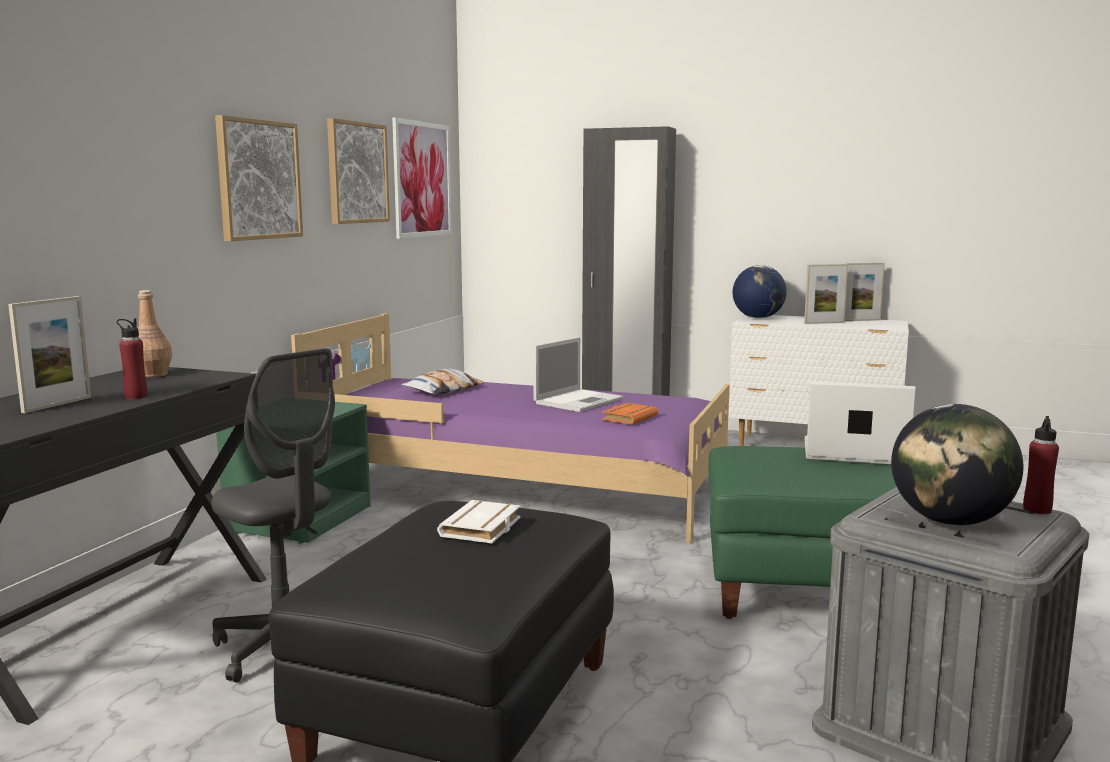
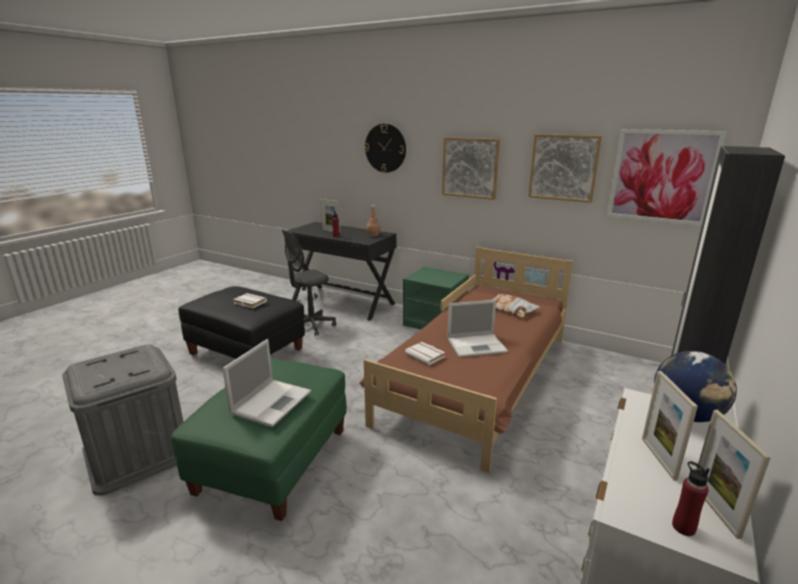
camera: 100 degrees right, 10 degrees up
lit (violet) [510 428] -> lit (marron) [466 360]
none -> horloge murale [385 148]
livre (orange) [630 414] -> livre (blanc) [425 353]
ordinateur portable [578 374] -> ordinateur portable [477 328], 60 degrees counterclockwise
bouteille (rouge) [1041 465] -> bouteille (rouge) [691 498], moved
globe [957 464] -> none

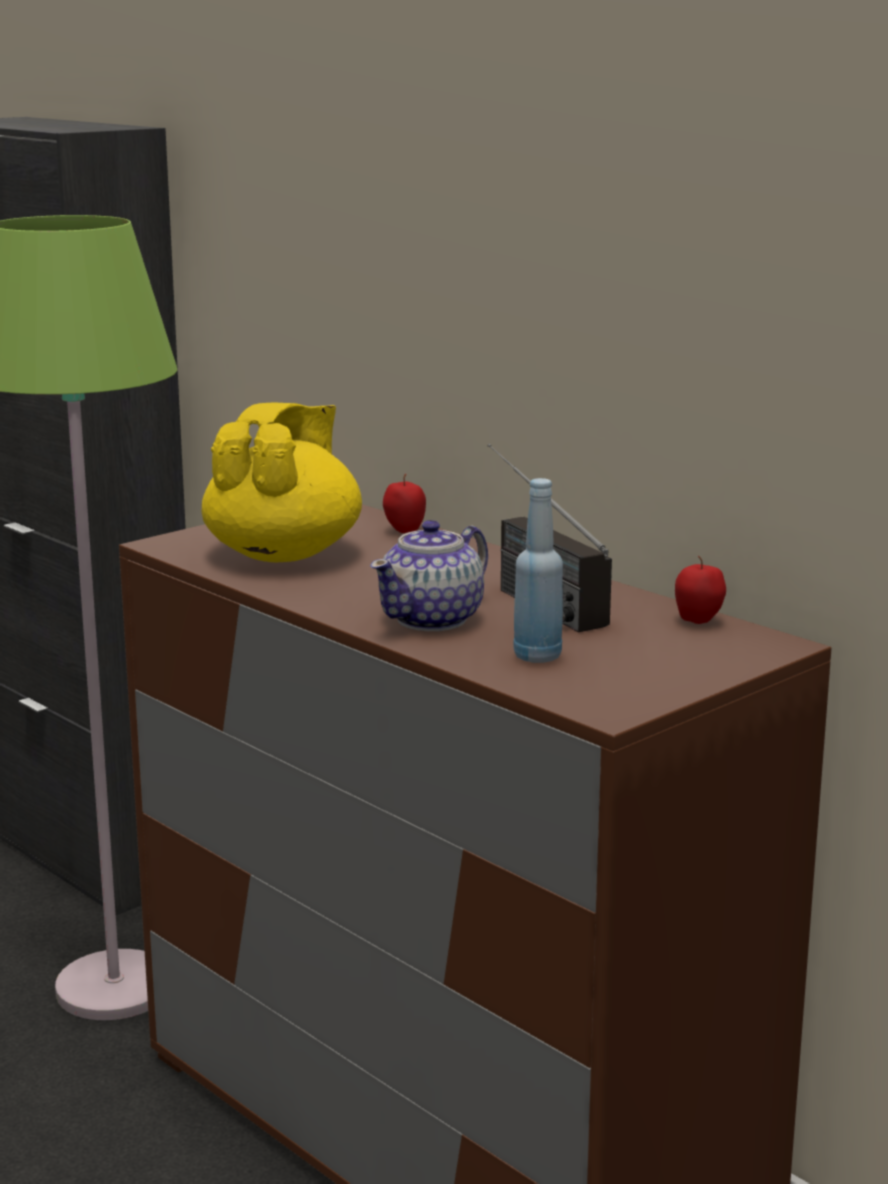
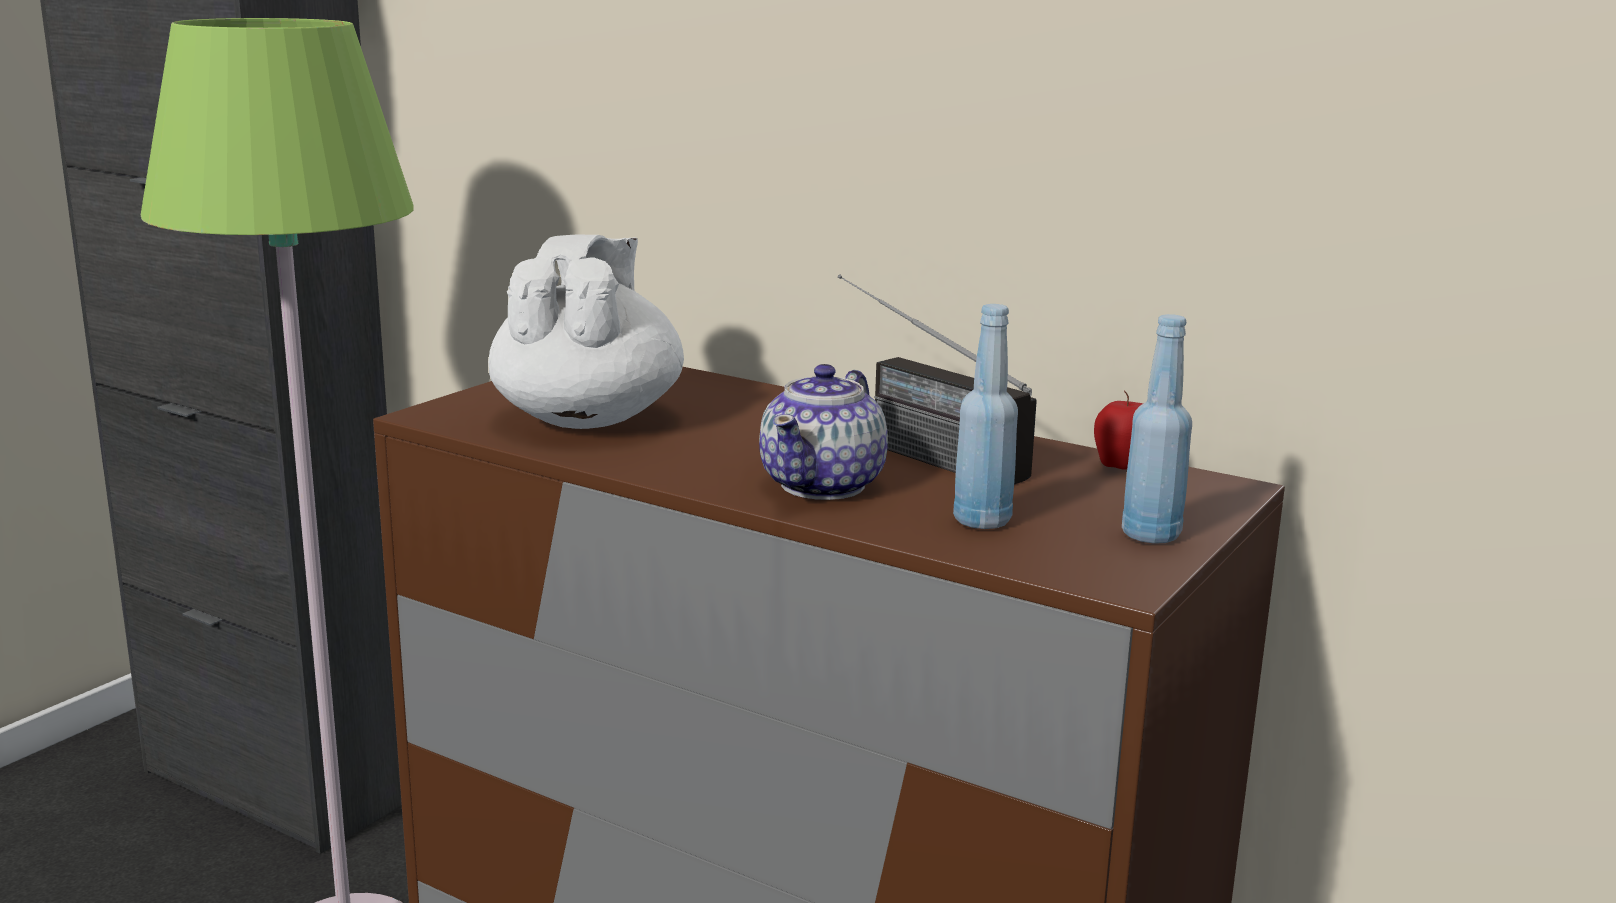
camera: 15 degrees left, 0 degrees up
théière (jaune) [281 482] -> théière (blanc) [586 331]
none -> bouteille (bleu) [1157 429]
pomme [404 503] -> none

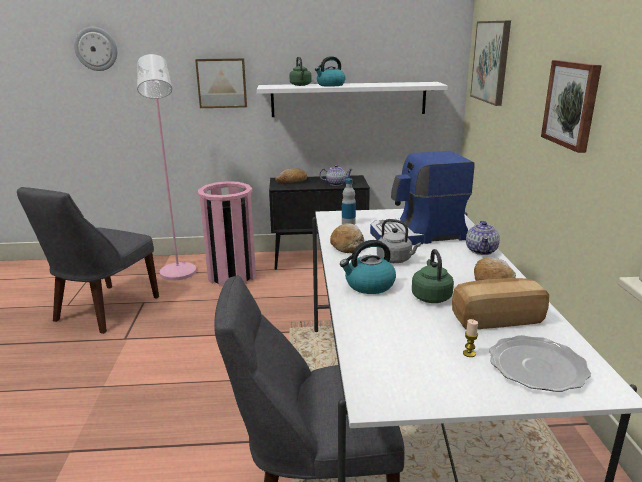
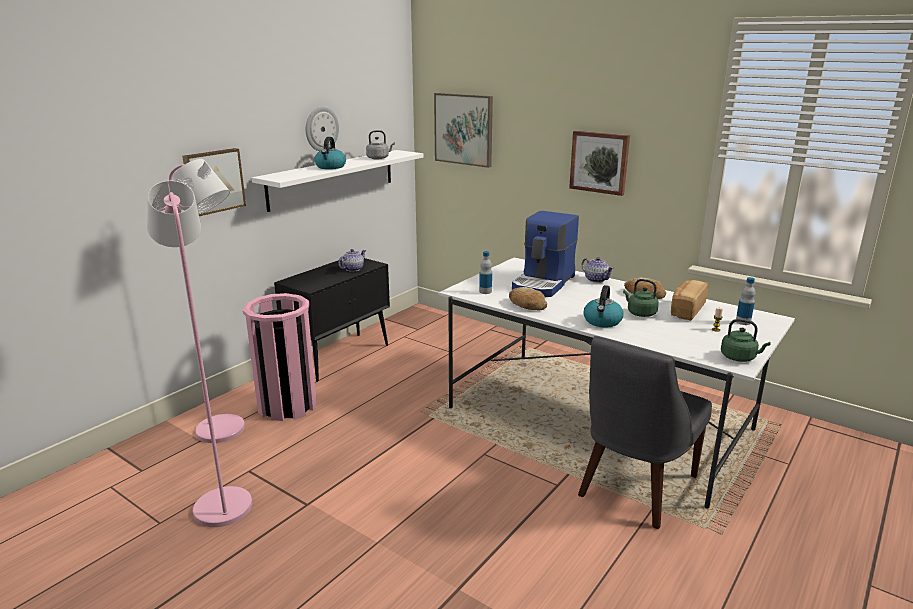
camera: 50 degrees left, 0 degrees up
chaise (gris) [88 260] -> lampadaire (rose) [199 354]
horloge murale [95 49] -> horloge murale [322 128], moved
bouilloire (gris) [399 241] -> bouilloire (gris) [380 144], moved
bouilloire (vert) [300 71] -> bouilloire (vert) [746 340], moved
assiette [540 363] -> bouteille [745 301]
pain [291 175] -> none

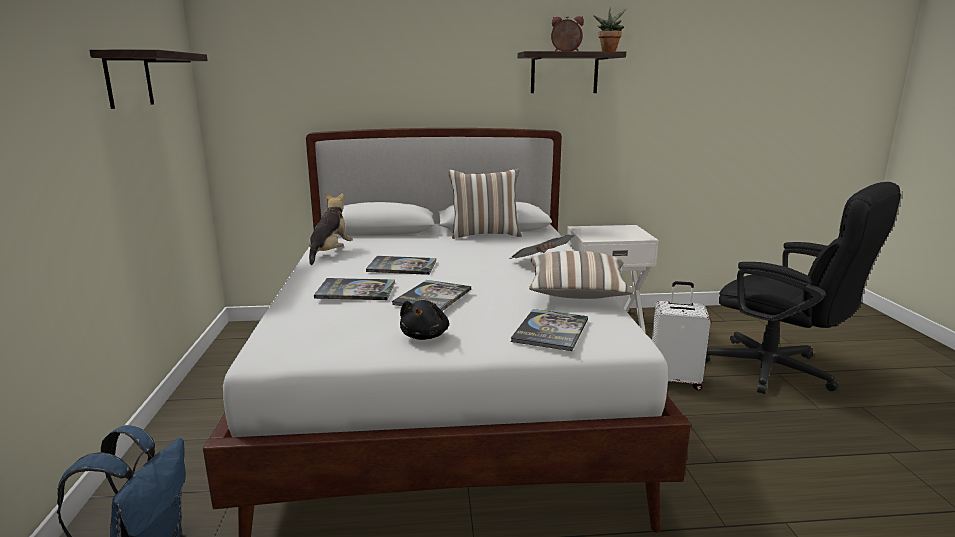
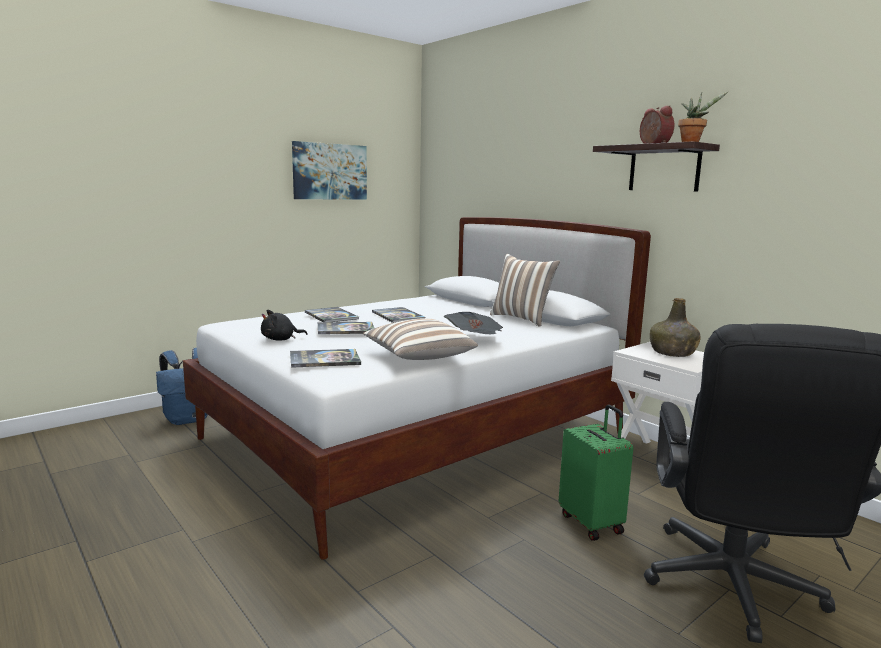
camera: 55 degrees right, 5 degrees down
étagère [148 79] -> tableau [329 170]
valise (blanc) [681 336] -> valise (vert) [596 472]
none -> bouteille (vert) [675 327]
peluche [331 229] -> none

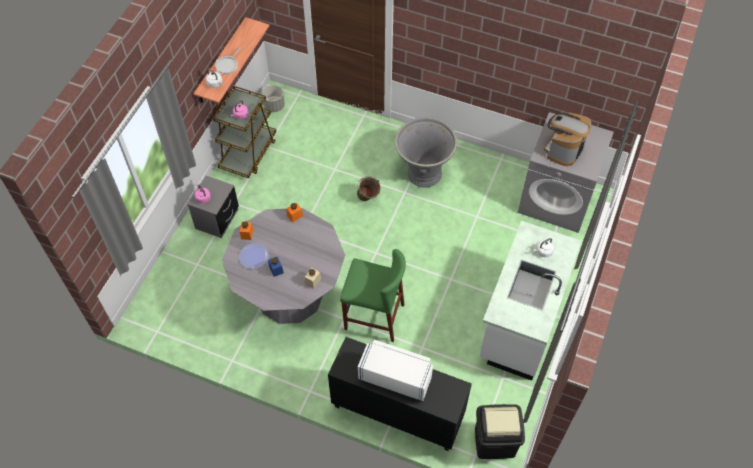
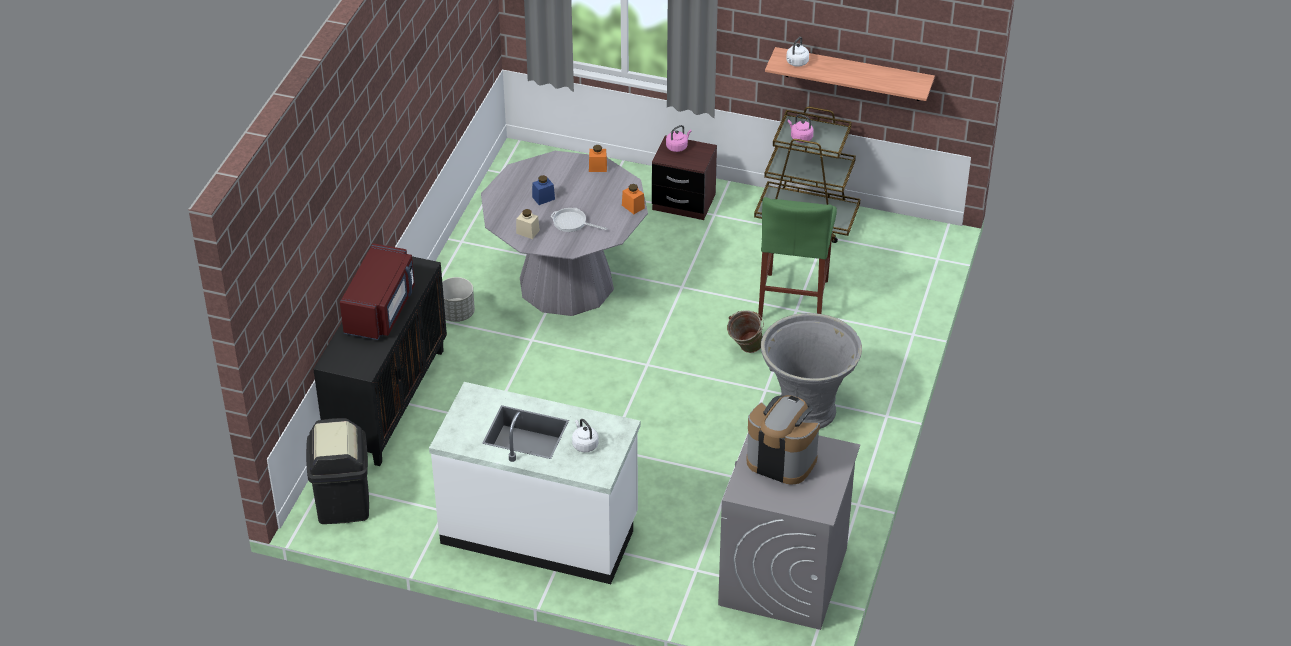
camera: 85 degrees right, 15 degrees down
micro-ondes (blanc) [395 371] -> micro-ondes (rouge) [377 291]
cache-pot (gris) [273 98] -> cache-pot (gris) [458 299], moved
poêle [228 60] -> poêle [579 220], moved
table de chevet (gris) [213 207] -> table de chevet (marron) [684 177]
tabouret (vert) [373 295] -> tabouret (vert) [797 259], moved
assiette [254 256] -> none

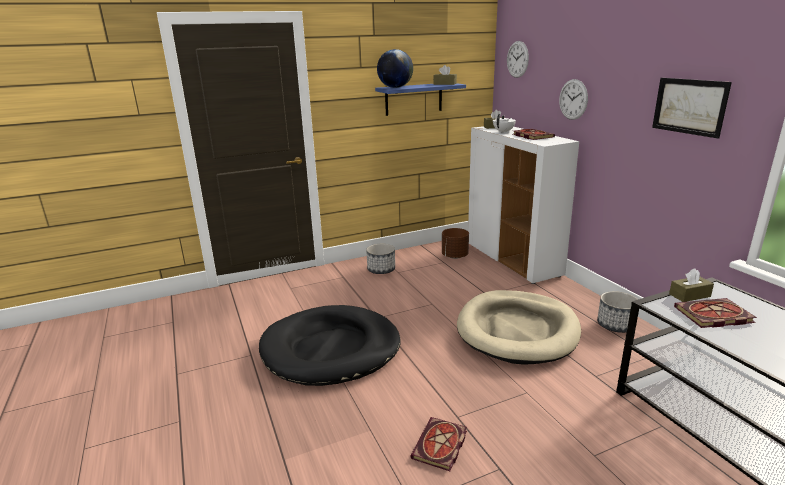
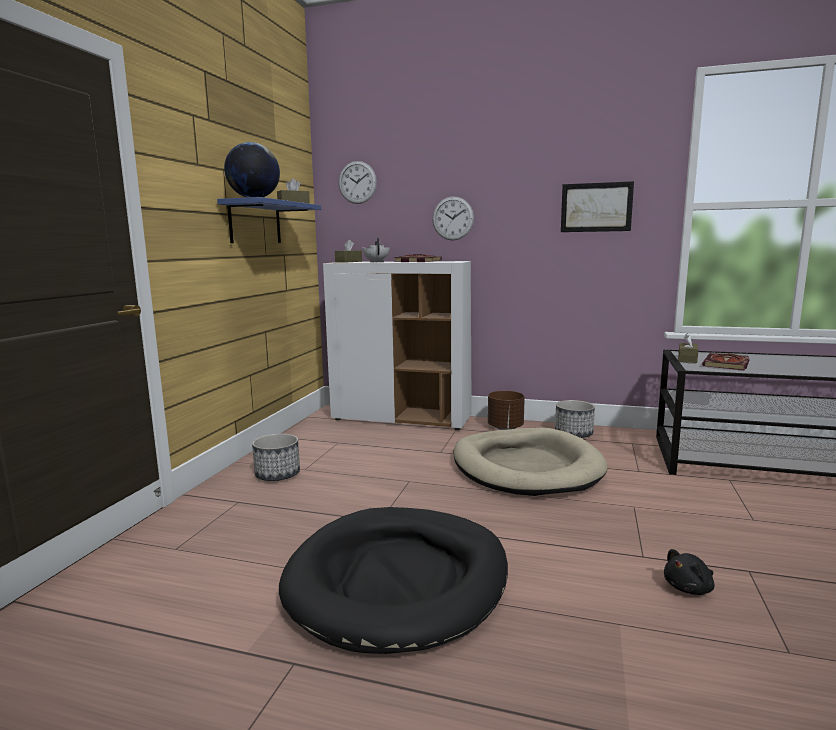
camera: 50 degrees left, 10 degrees down
cache-pot (marron) [455 243] -> cache-pot (marron) [506 410], moved
livre [438 444] -> peluche (noir) [689 572]

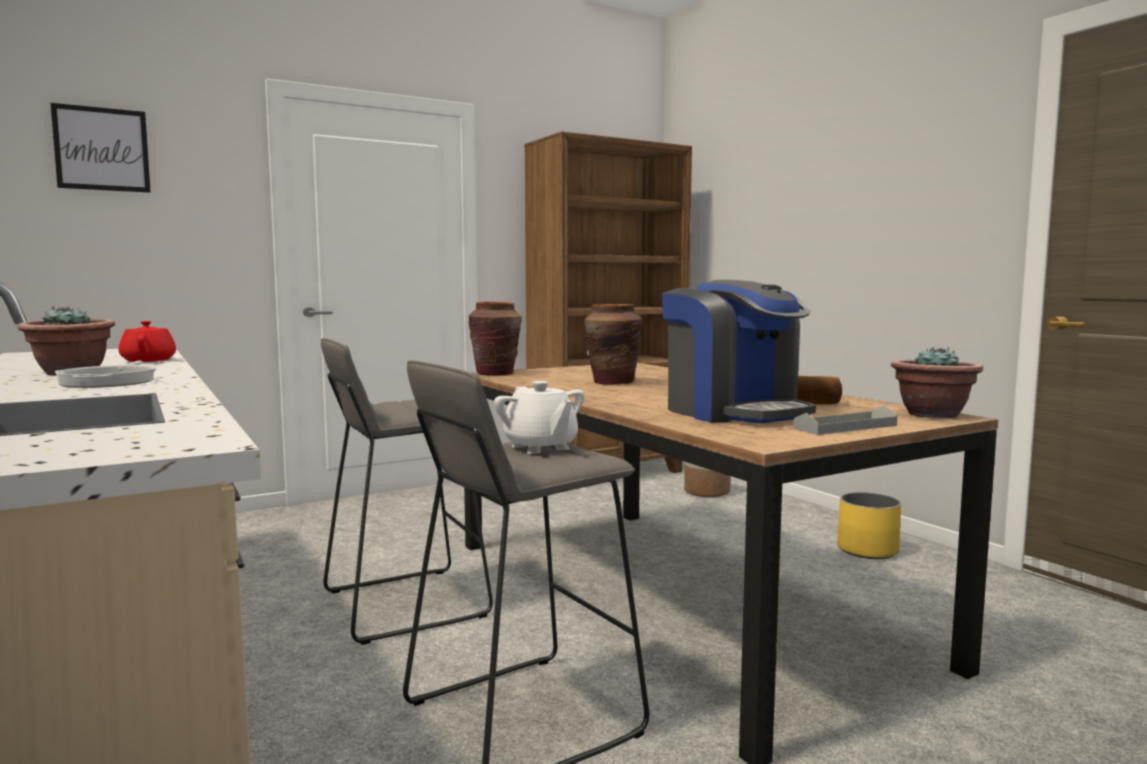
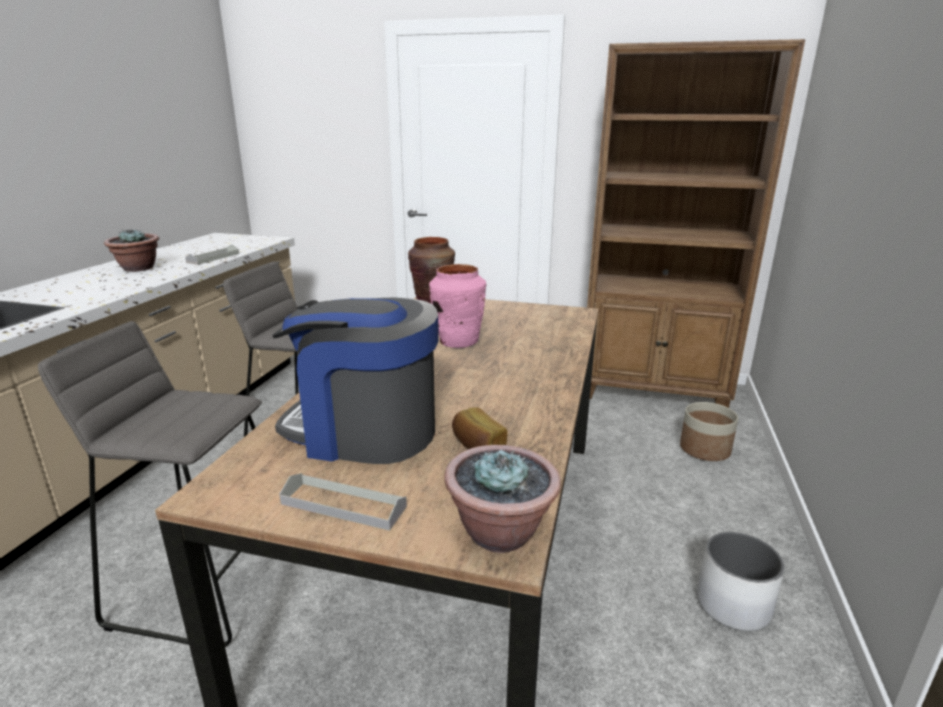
camera: 45 degrees right, 15 degrees up
théière (rouge) [147 341] -> plateau (gris) [212 254]
machine à café [739 351] -> machine à café [355 381], 90 degrees clockwise
vase (marron) [613 344] -> vase (rose) [458 306]
cache-pot (jaune) [869 525] -> cache-pot (blanc) [741 581]
tableau [101 148] -> none
poêle [106 374] -> none
théière (blanc) [539 417] -> none

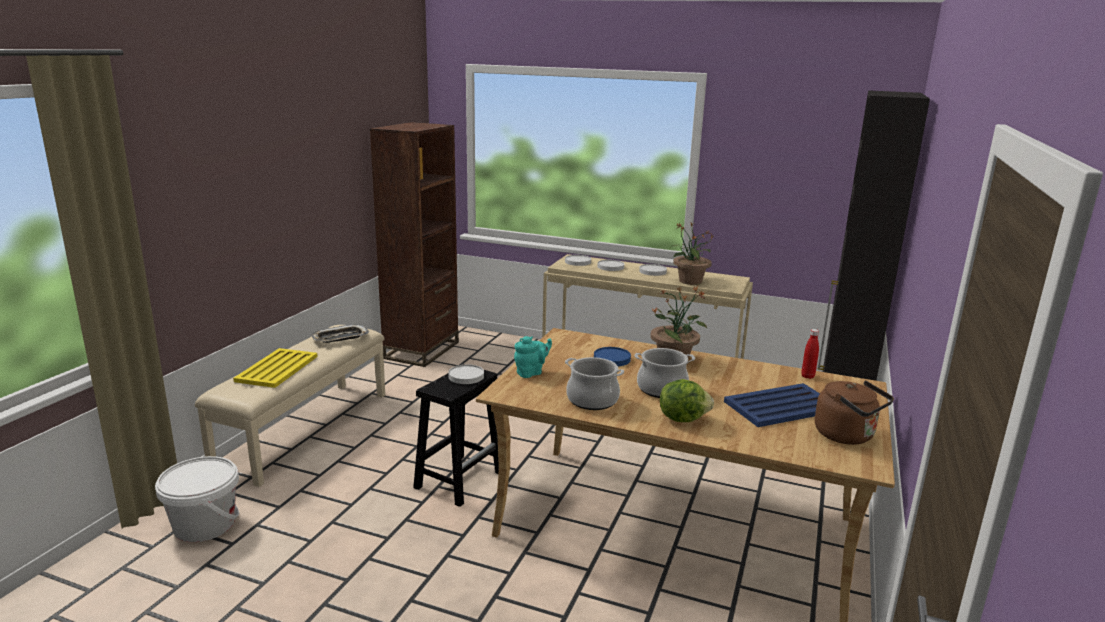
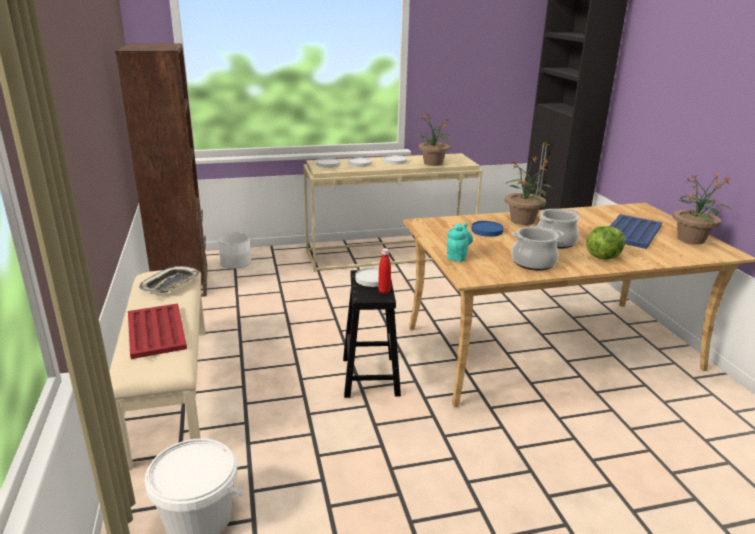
camera: 35 degrees left, 5 degrees up
plateau (jaune) [275 368] -> plateau (rouge) [157 331]
none -> cache-pot (blanc) [234 251]
bouteille (rouge) [810 354] -> bouteille (rouge) [384 271], moved
bouilloire (marron) [854 412] -> plante en pot [702 208]

